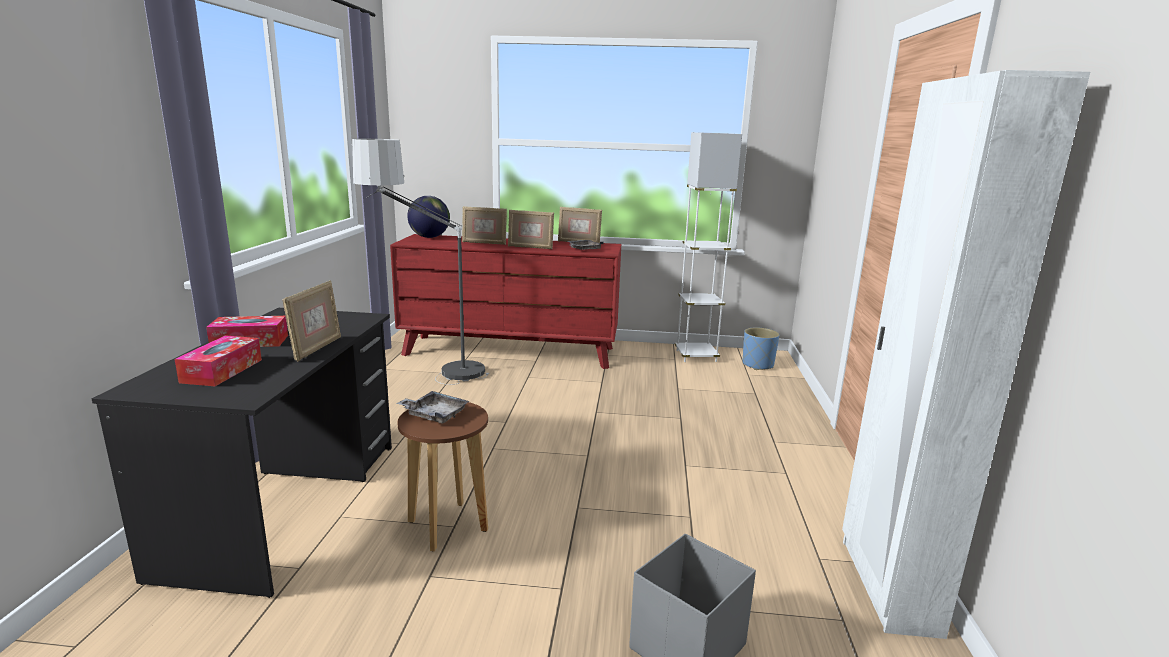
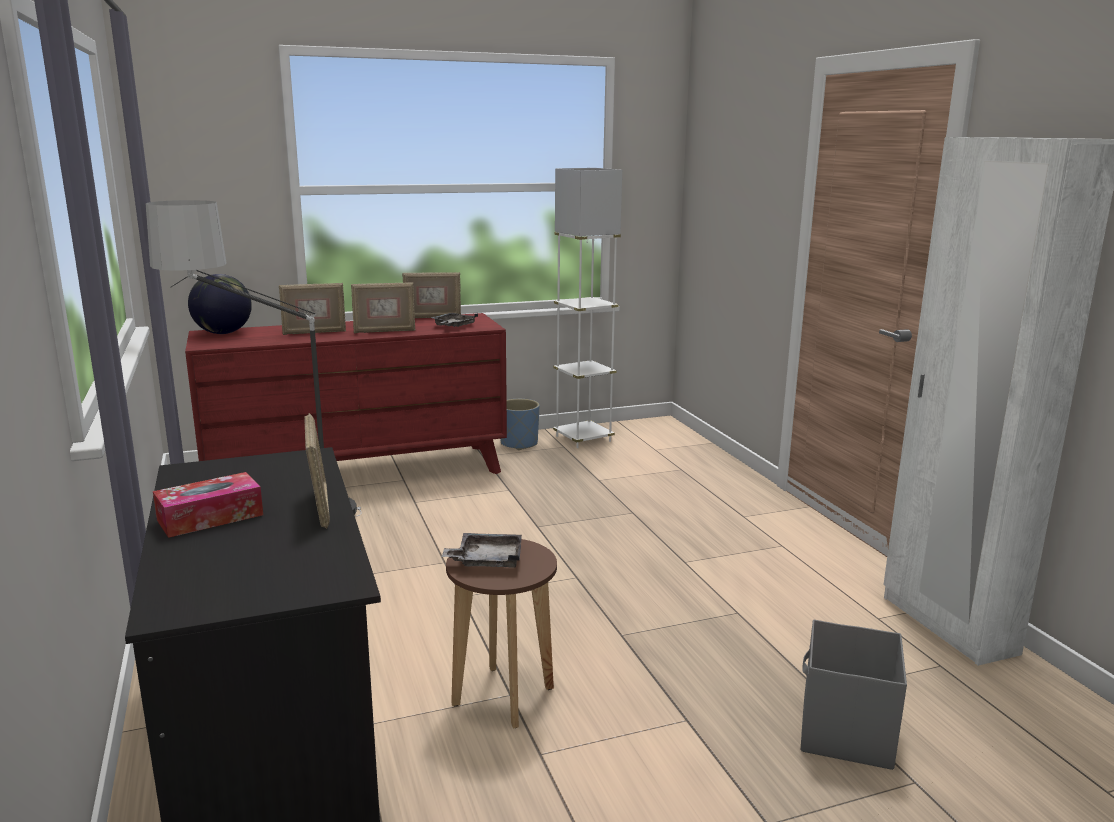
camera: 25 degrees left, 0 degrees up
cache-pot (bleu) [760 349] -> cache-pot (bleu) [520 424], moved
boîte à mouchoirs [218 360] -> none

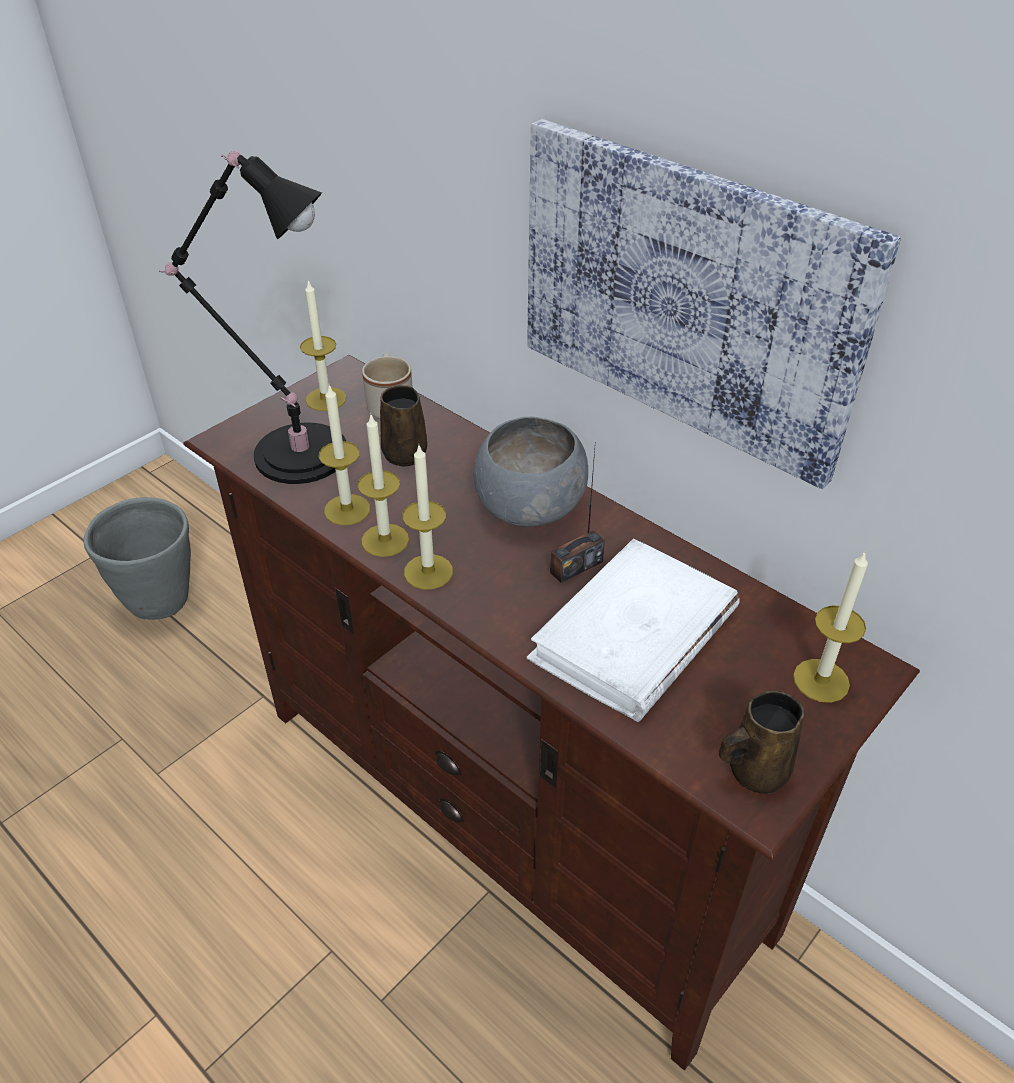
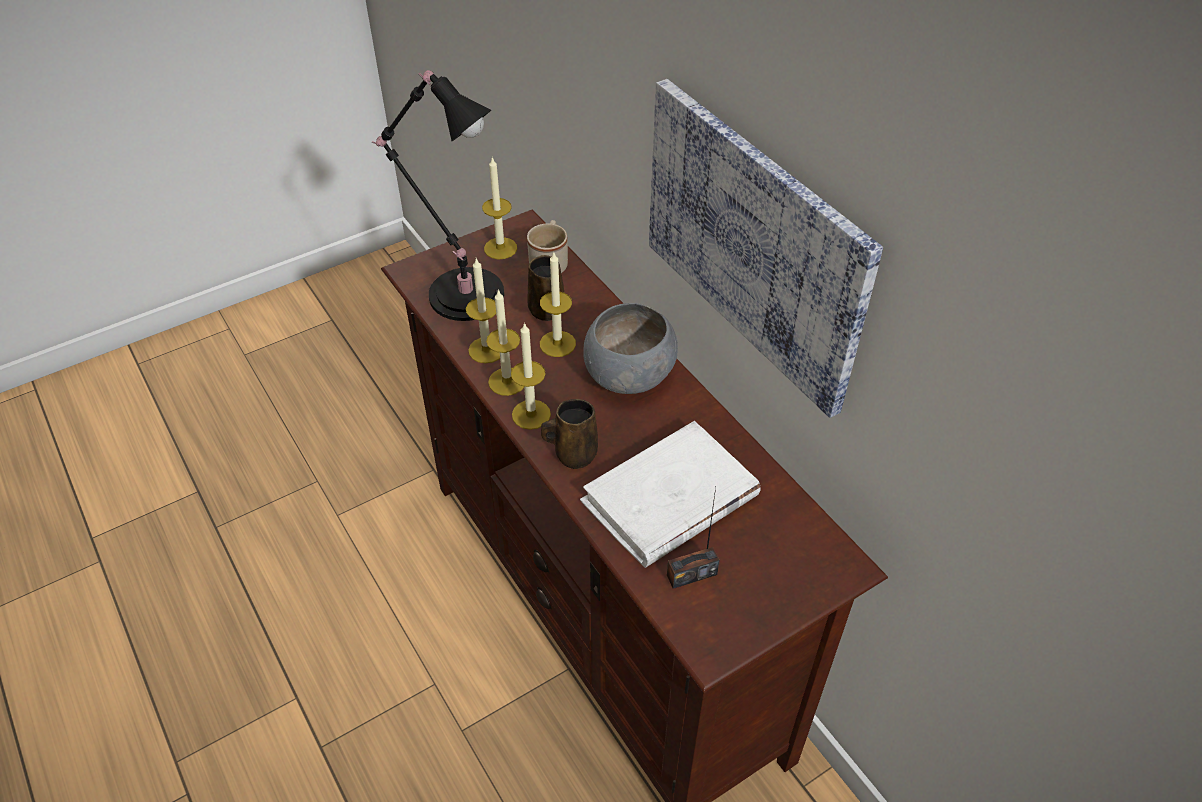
camera: 15 degrees right, 5 degrees up
bougie [830 627] -> bougie [558 304], moved
mug (marron) [762 742] -> mug (marron) [569 434], moved
radio [577 516] -> radio [693 538], moved
cache-pot (gris) [137 558] -> none

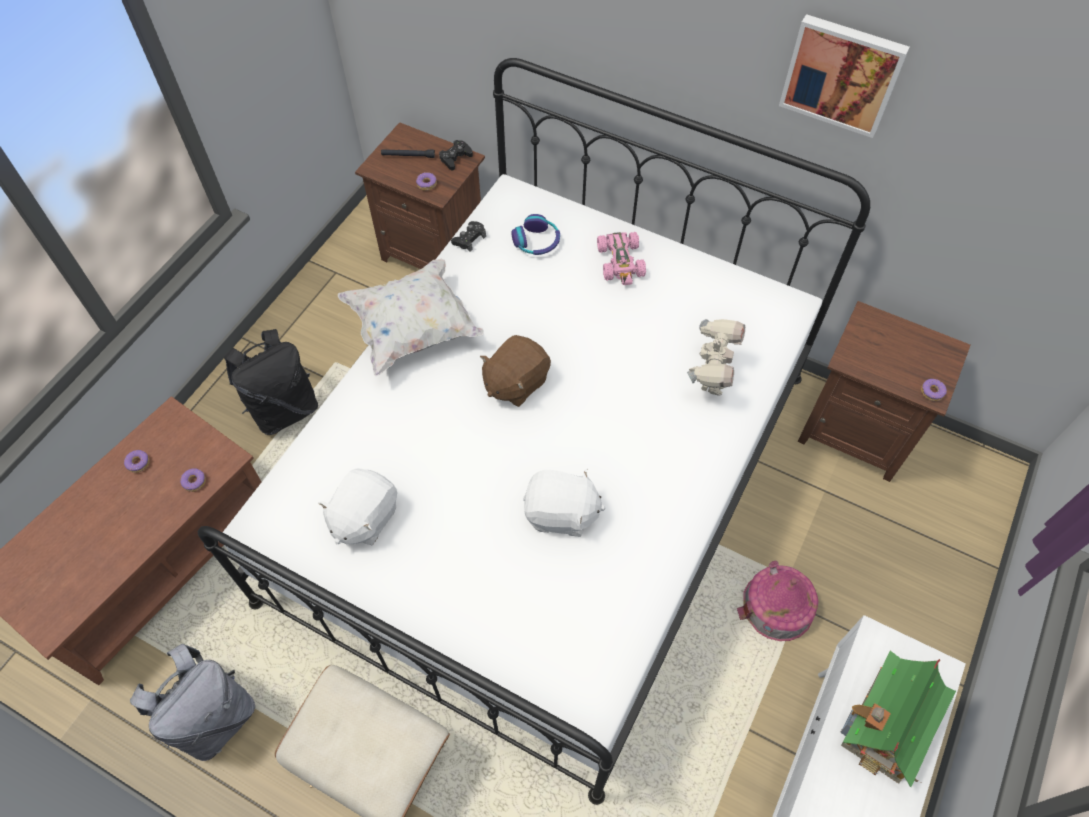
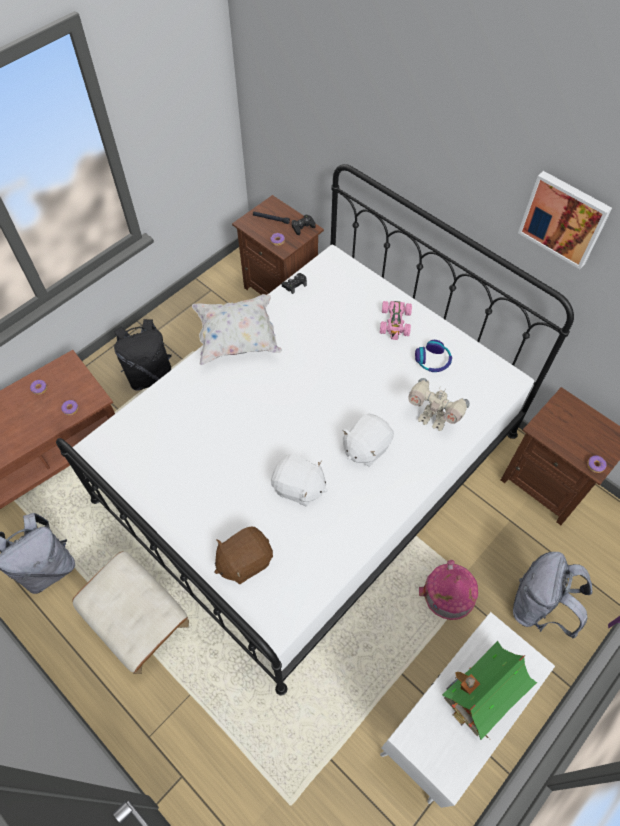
camera: 15 degrees right, 0 degrees up
peluche (marron) [515 371] -> peluche (marron) [244 555], moved
peluche (blanc) [357 506] -> peluche (blanc) [368 440], moved
robot jouet [716 357] -> robot jouet [439 404], 90 degrees clockwise
casque audio [535 234] -> casque audio [433 356], moved
none -> sac à dos (gris) [553 595]

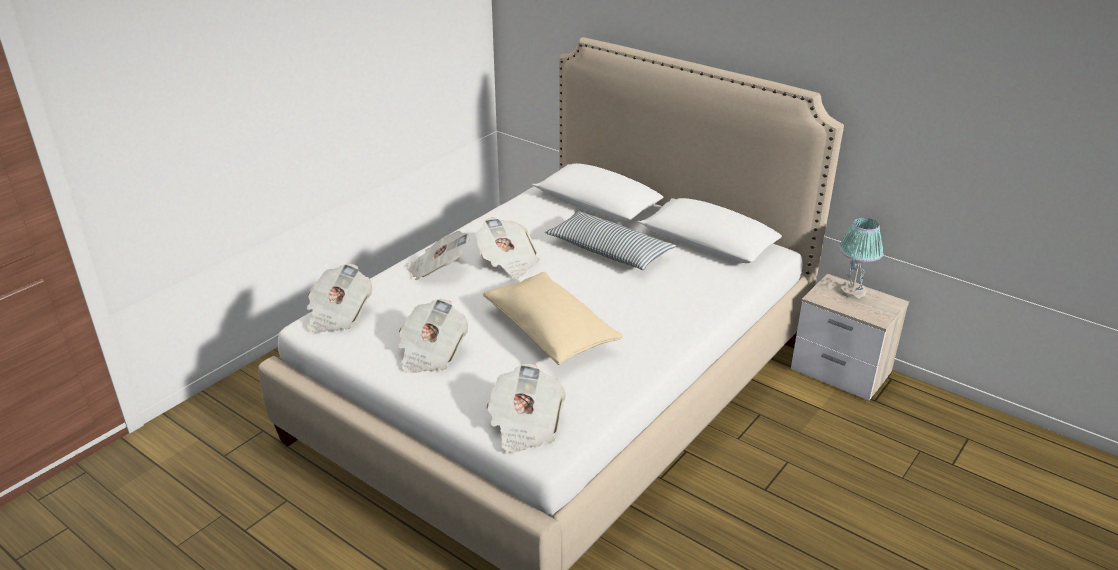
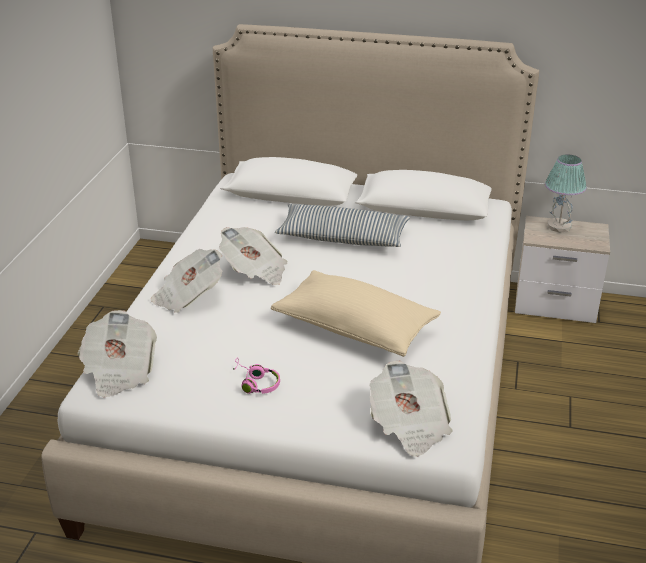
camera: 25 degrees left, 0 degrees up
journal [433 336] -> casque audio (rose) [256 375]

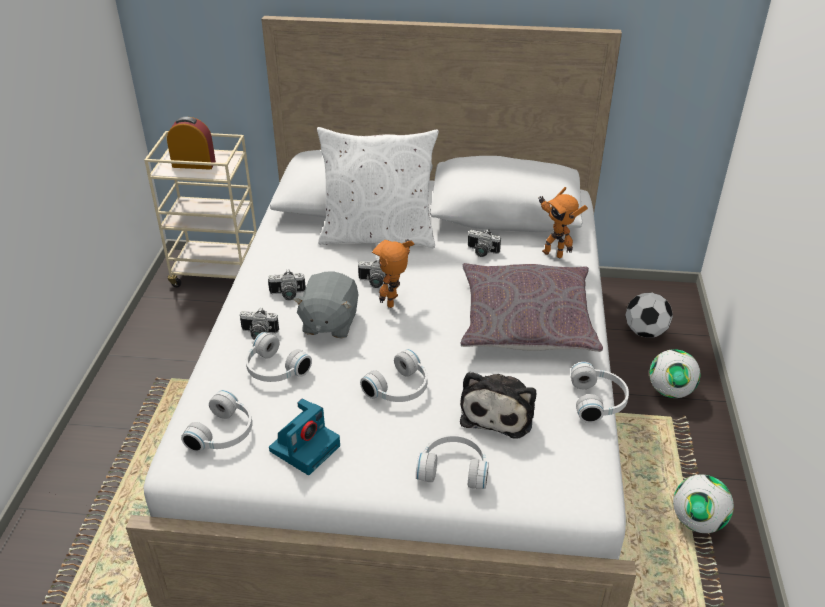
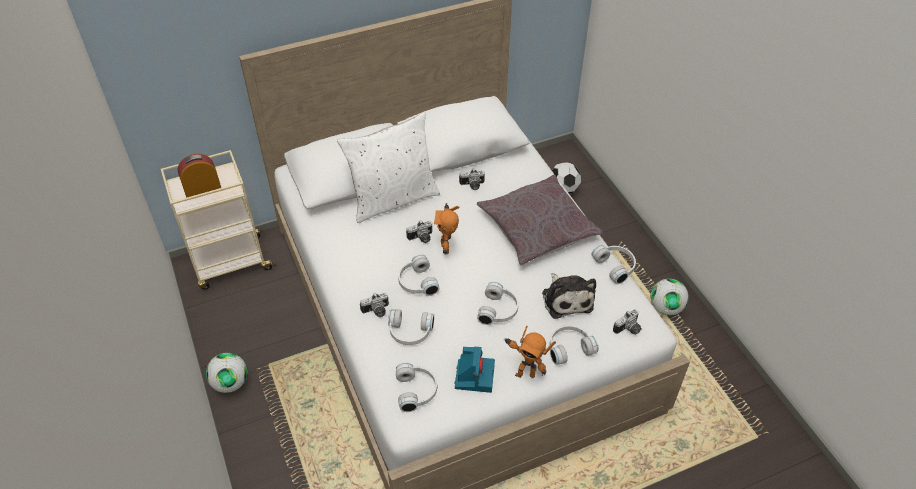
camera: 30 degrees left, 10 degrees up
ballon de foot [674 373] -> ballon de foot [226 373], moved
peluche (gris) [326 304] -> casque audio (blanc) [419 275]
robot jouet [563 222] -> robot jouet [530 352], moved
appareil photo [287 284] -> appareil photo [627 322], moved

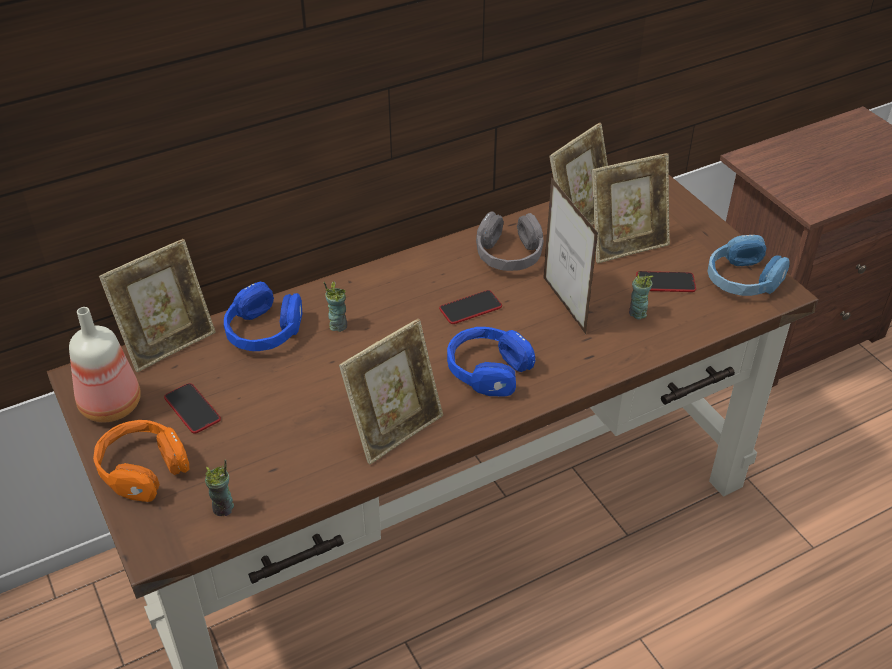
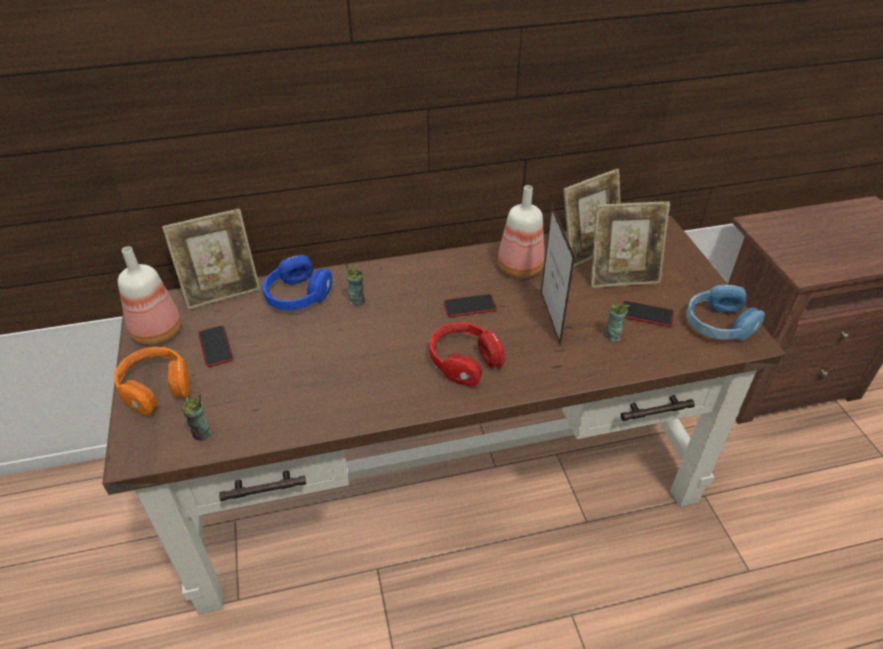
camera: 15 degrees right, 0 degrees up
casque audio (bleu) [491 361] -> casque audio (rouge) [467 354]
casque audio (gris) [510 241] -> bouteille [521 231]
cadre photo [391 391] -> none

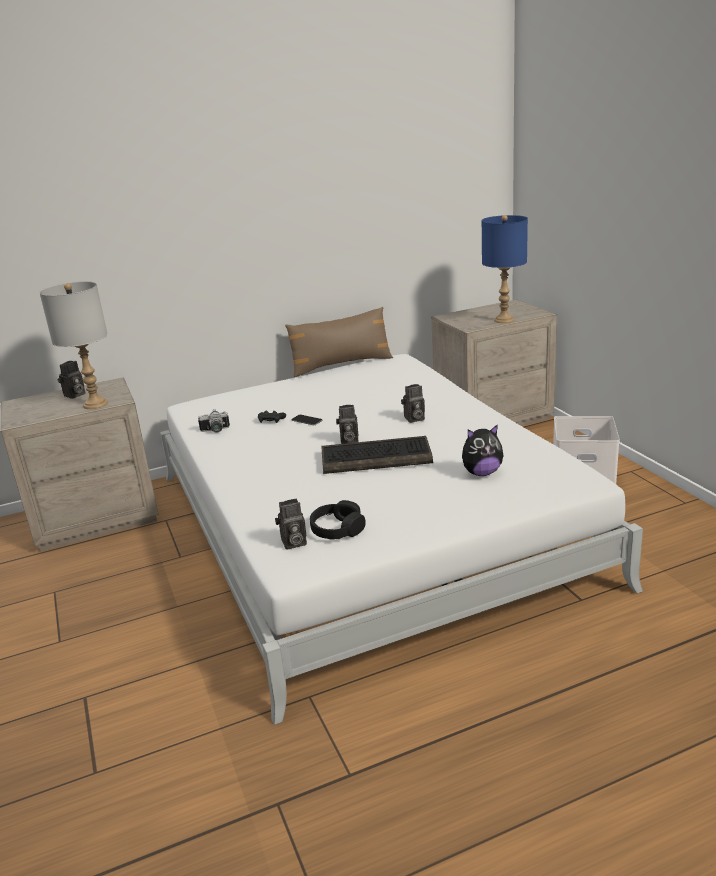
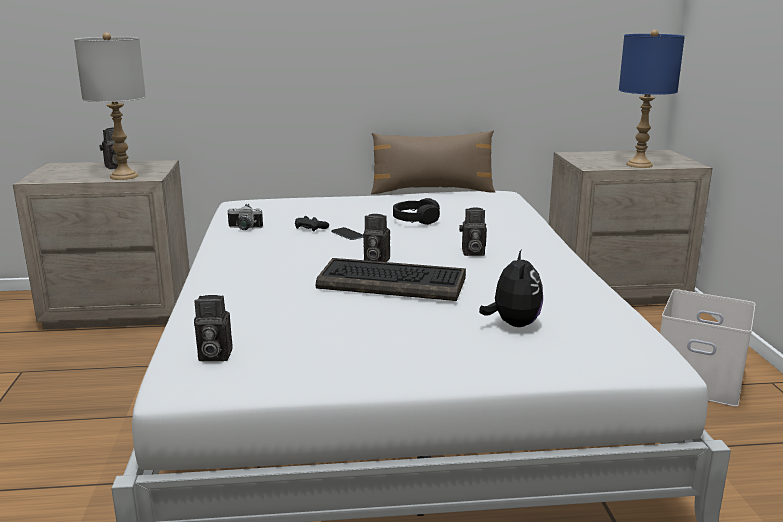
camera: 15 degrees right, 5 degrees down
casque audio (noir) [338 519] -> casque audio (noir) [416 211], moved
peluche [482 450] -> peluche [511 288], 90 degrees counterclockwise

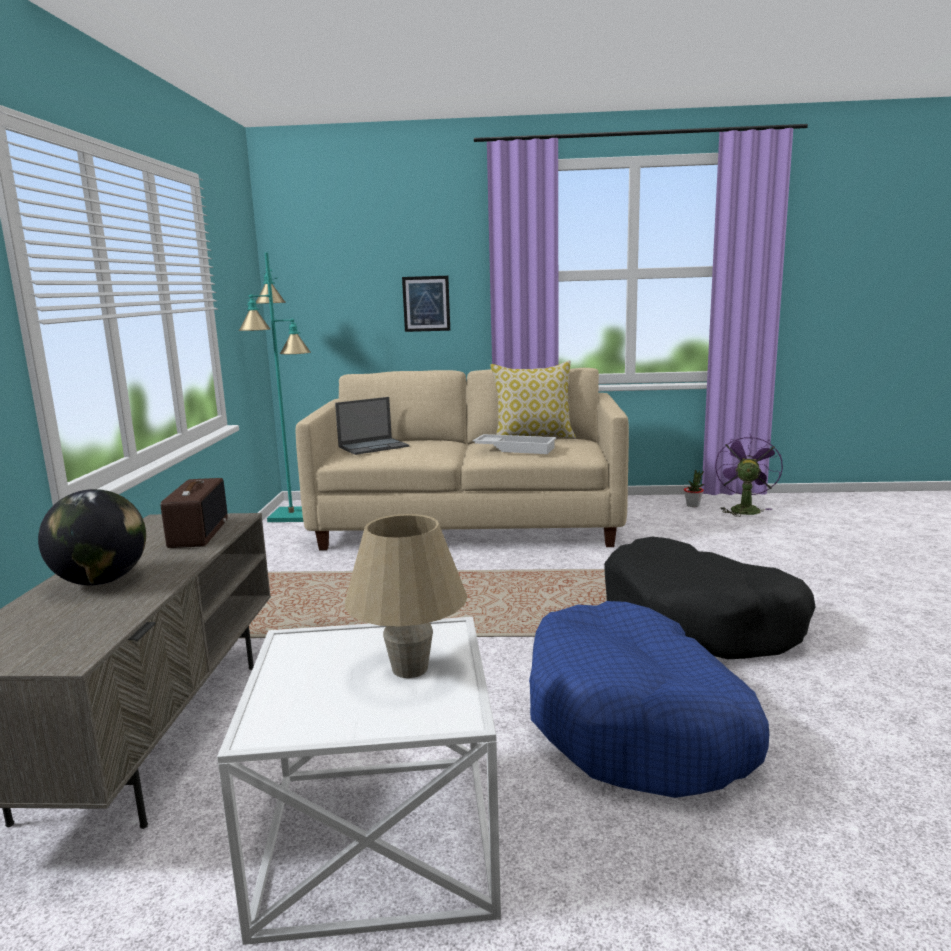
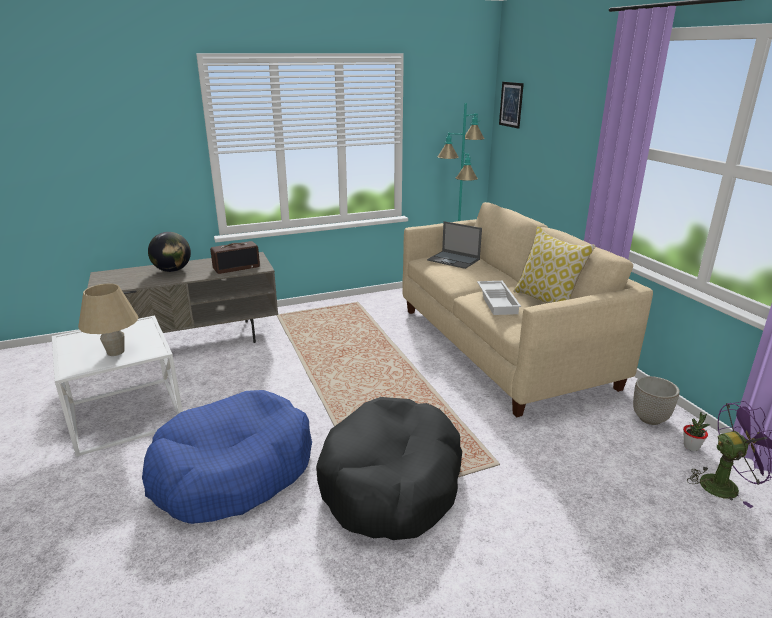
camera: 65 degrees right, 10 degrees up
tableau [426 304] -> tableau [511 105], moved
none -> cache-pot [656 400]

